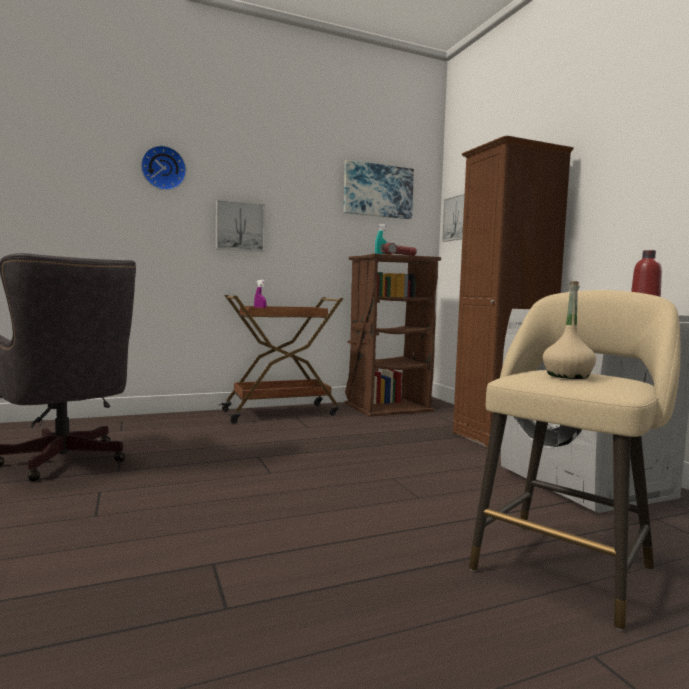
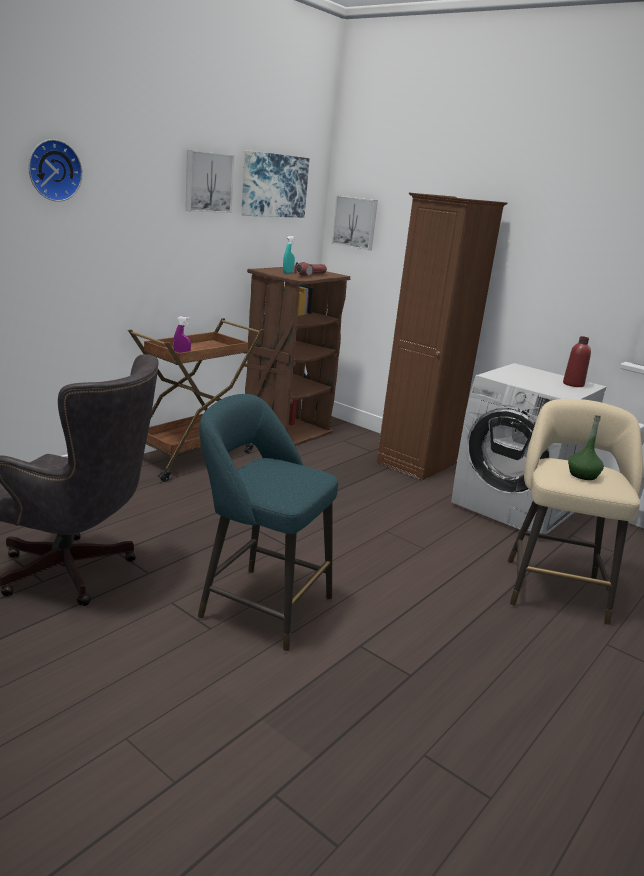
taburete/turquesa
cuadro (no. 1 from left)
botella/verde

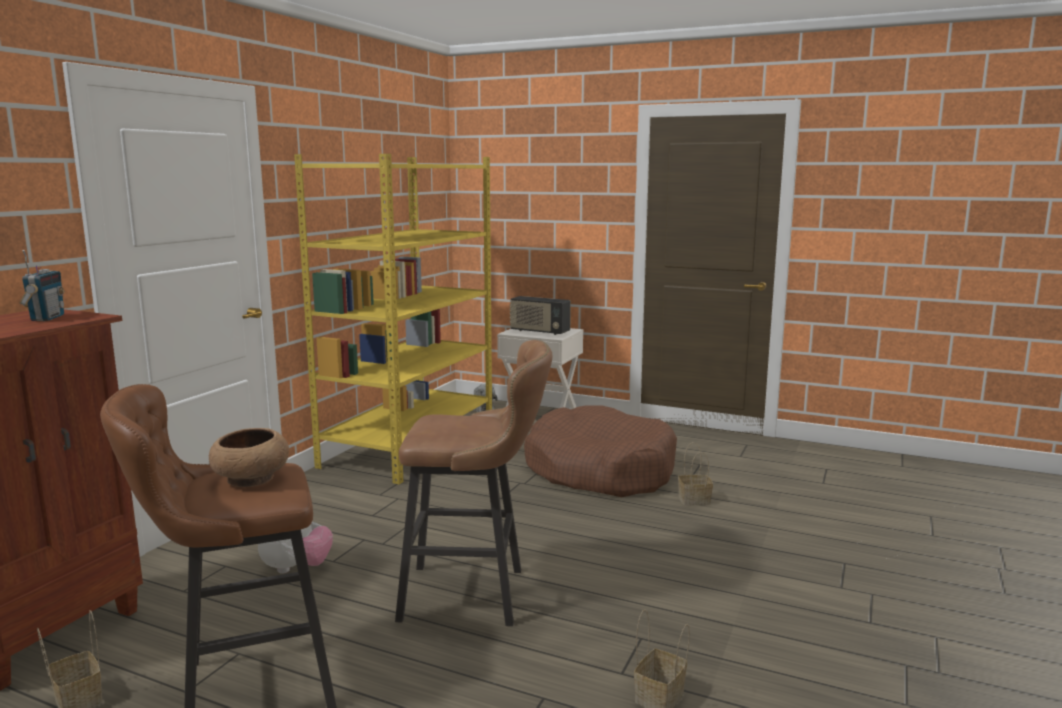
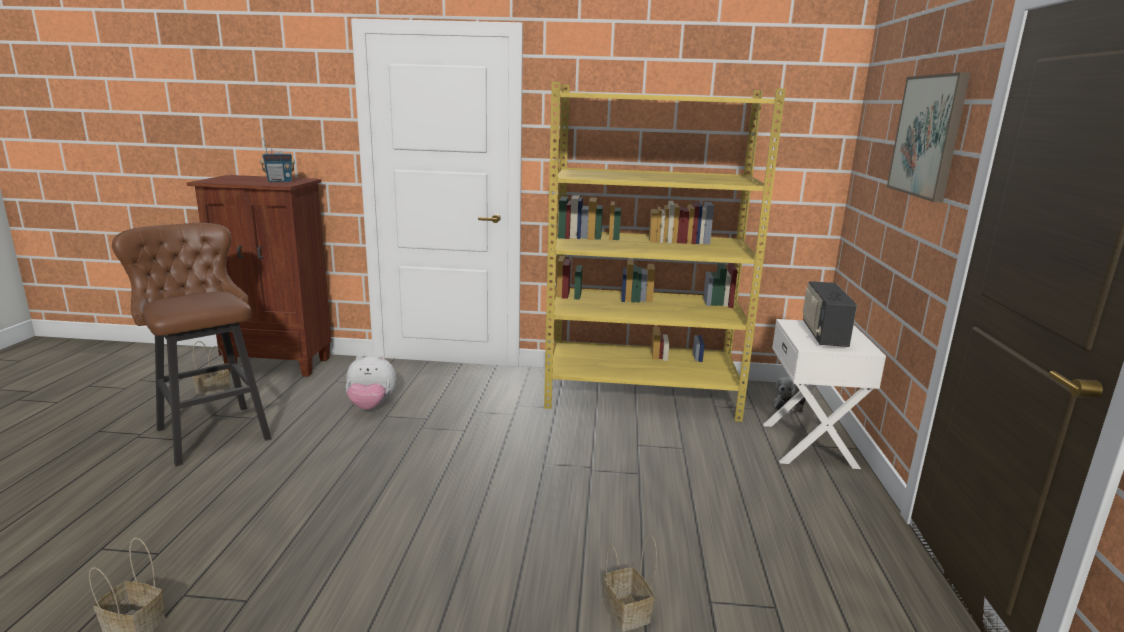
cuenco/marrón
taburete/marrón (no. 2 from left in the first image)
cama para perro/marrón
cuadro

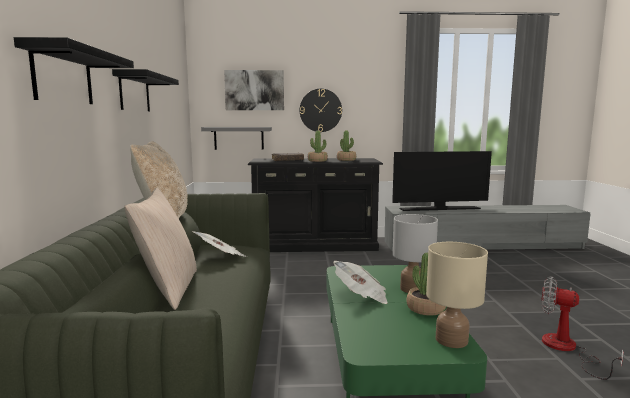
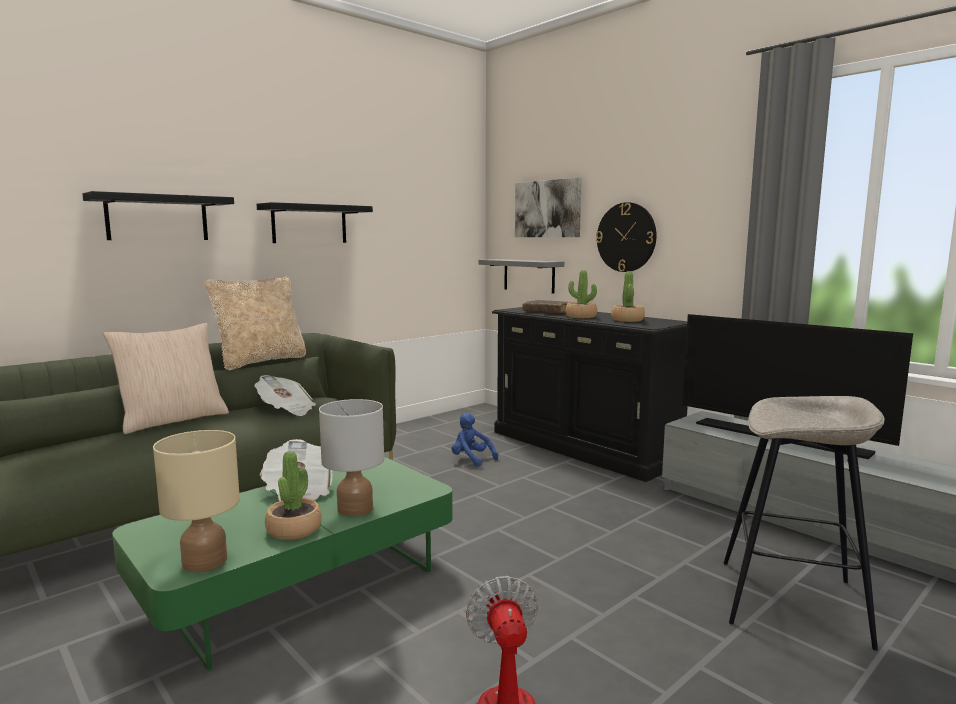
peluche/azul
taburete/gris

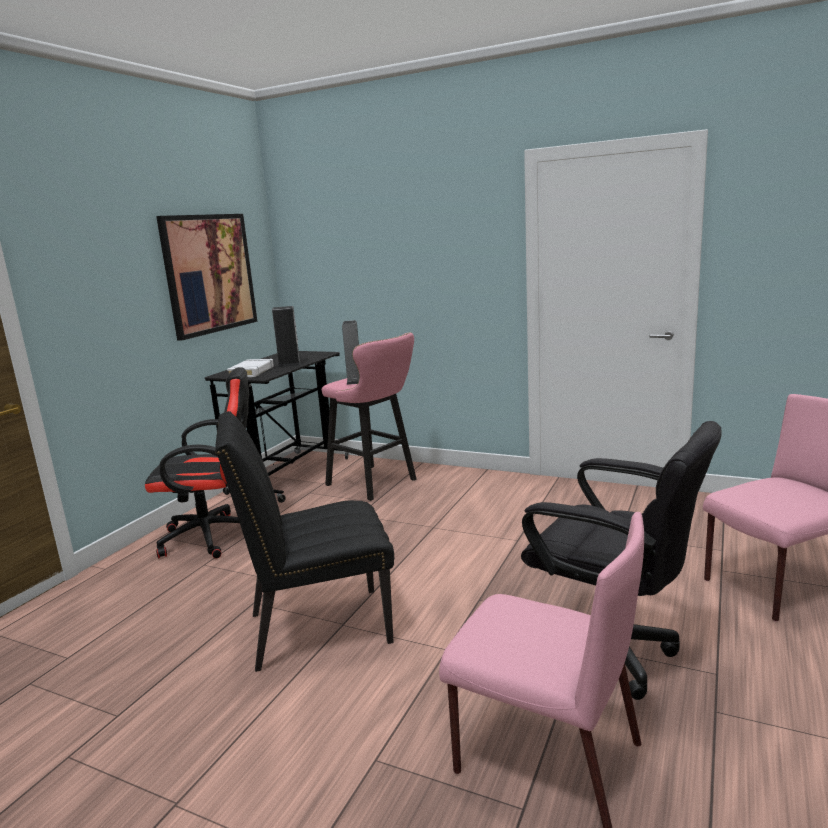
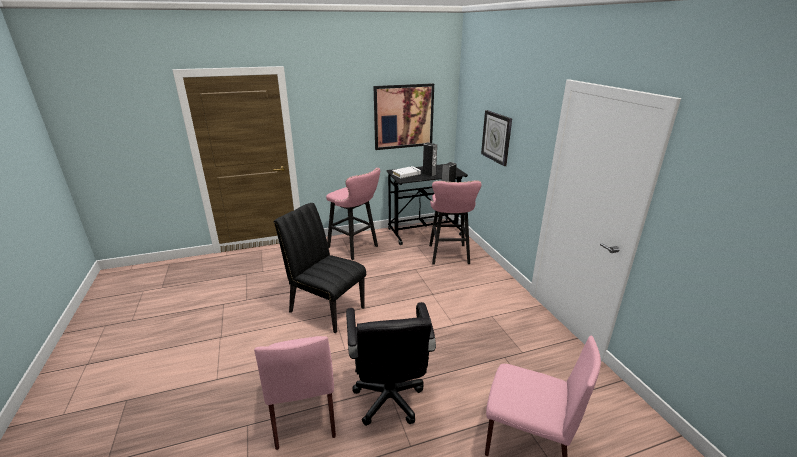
reloj de pared
taburete/rosa (no. 1 from left)

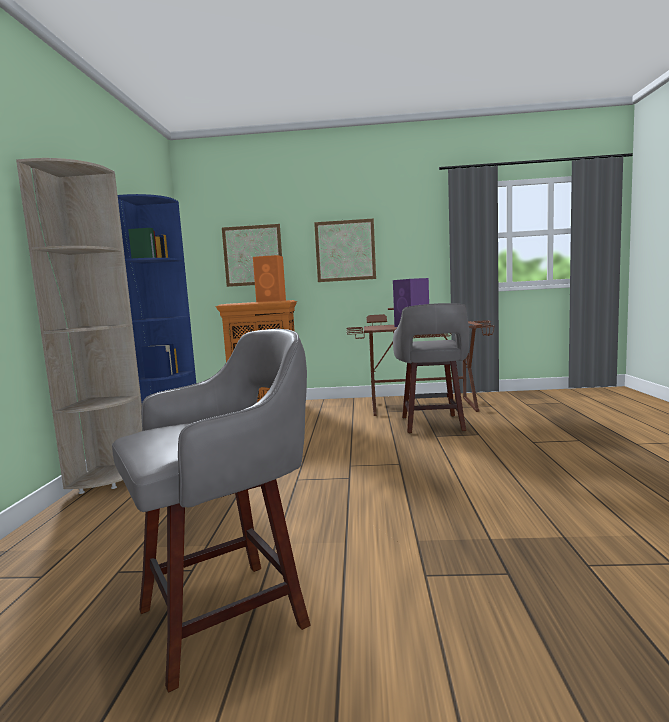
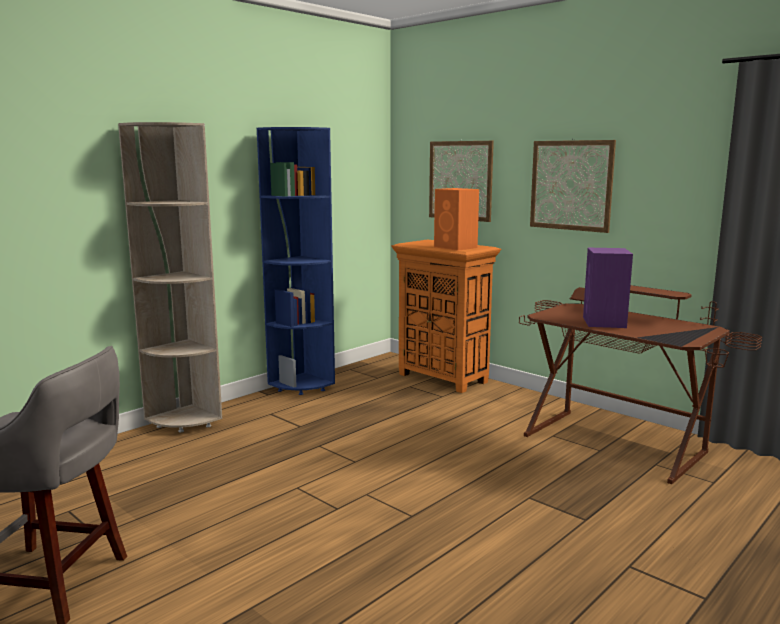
taburete/gris (no. 2 from left in the first image)

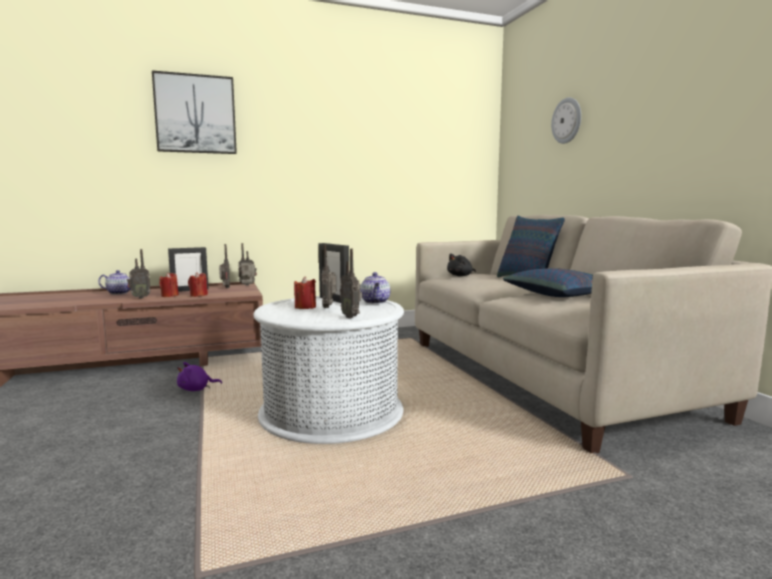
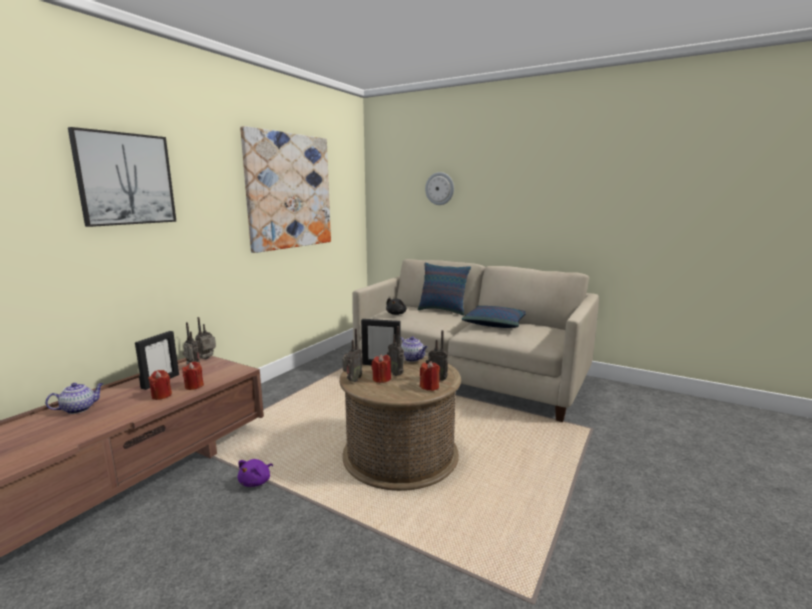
cuadro (no. 2 from left)
vela/rojo (no. 4 from left)
radio (no. 3 from left)
mesa de centro/marrón

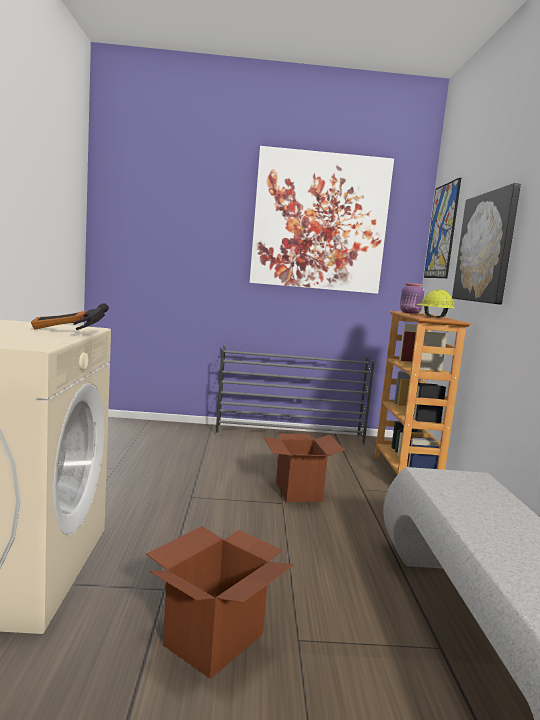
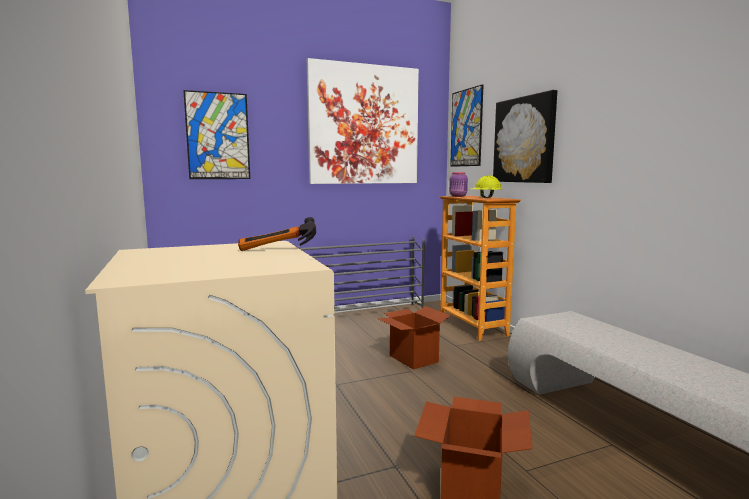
cuadro (no. 1 from left)

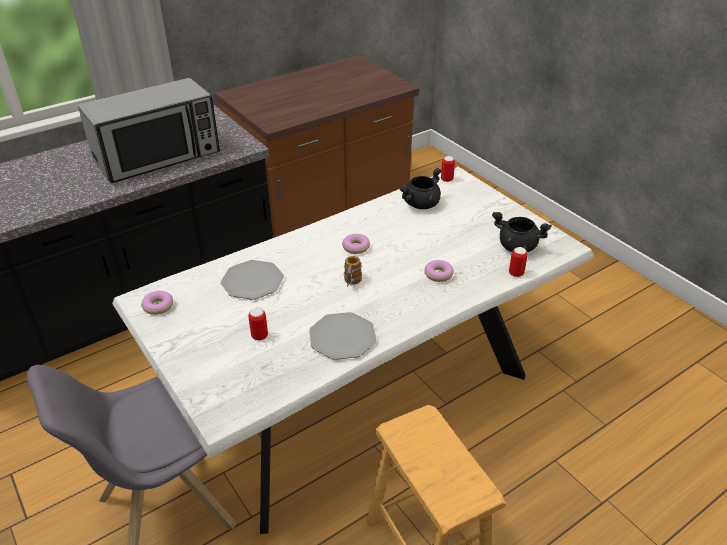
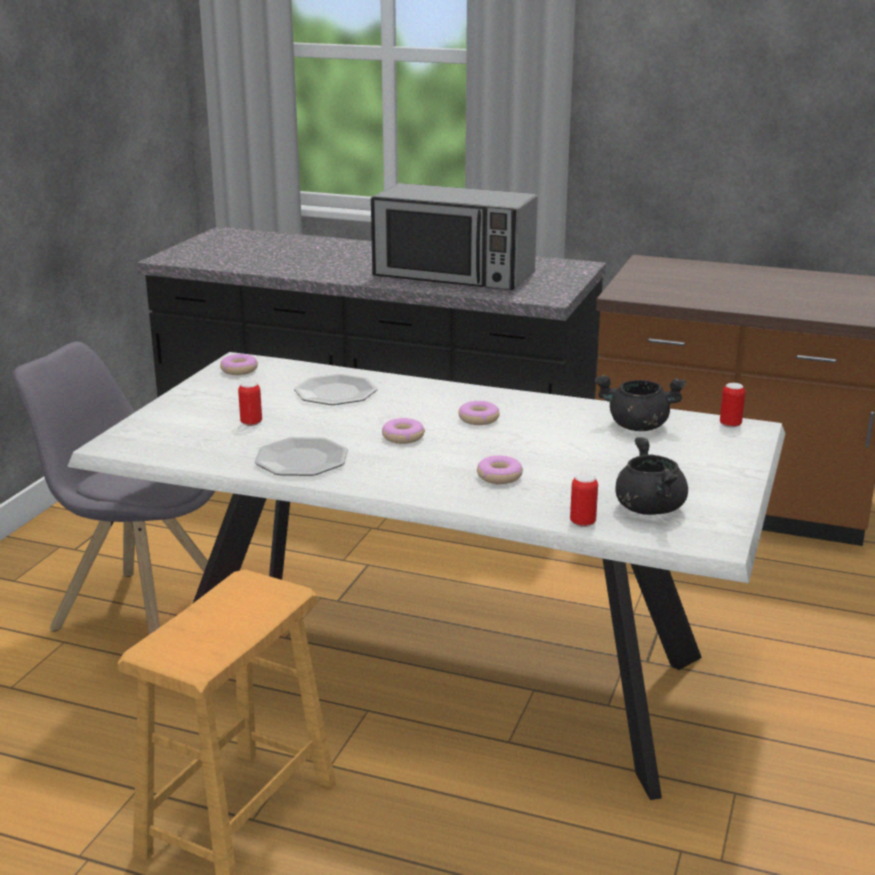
rosquilla (no. 2 from left)

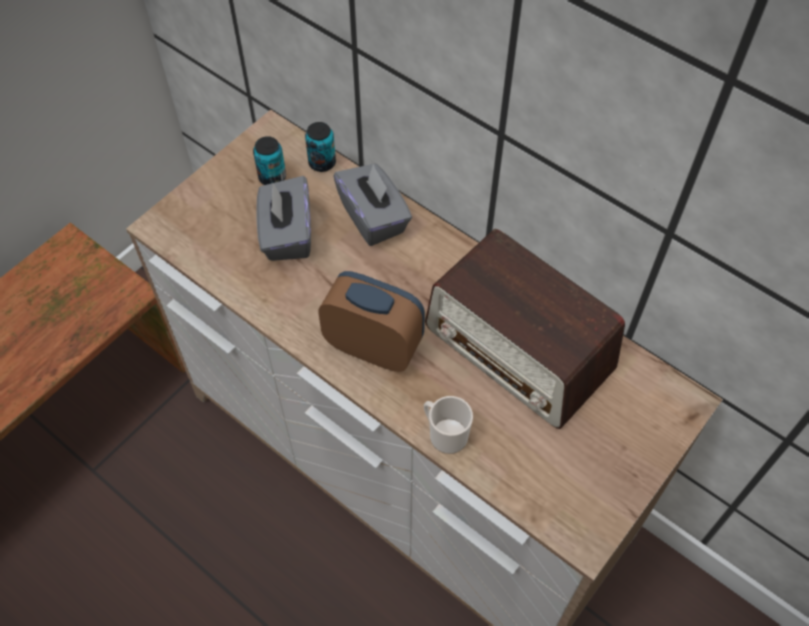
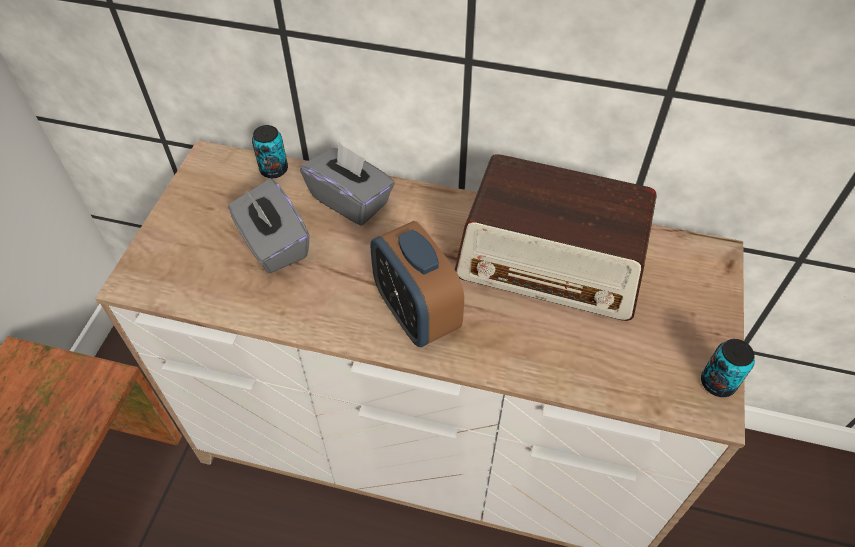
taza grande
lata (no. 2 from left)
despertador

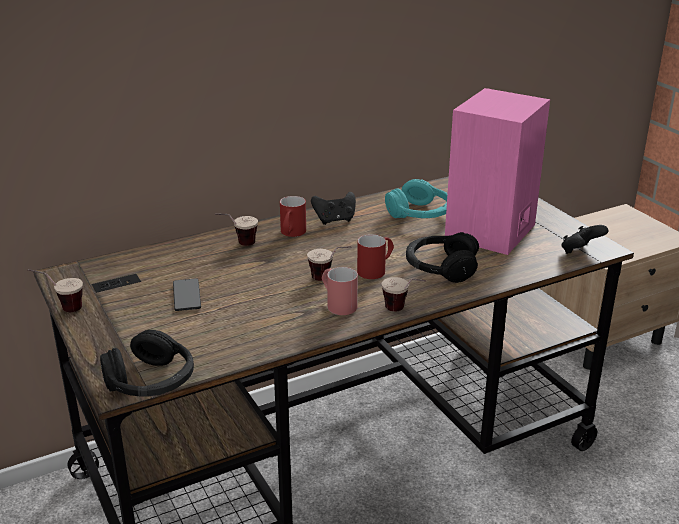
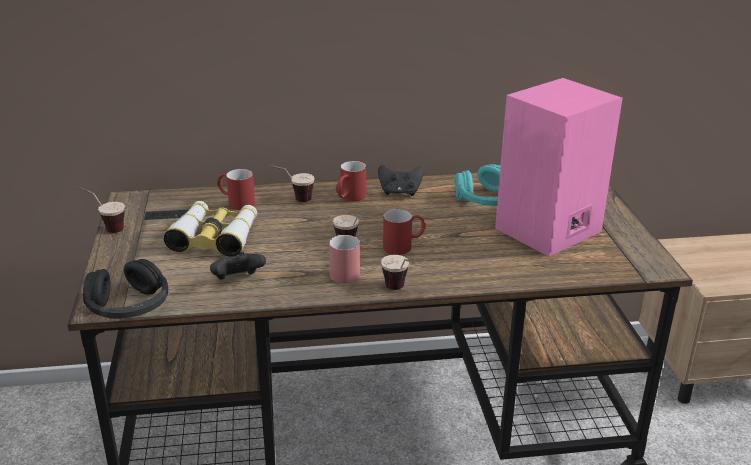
auriculares/negro (no. 2 from left in the first image)
taza grande/rojo (no. 1 from left)
mando de consola/negro (no. 1 from left)
prismáticos

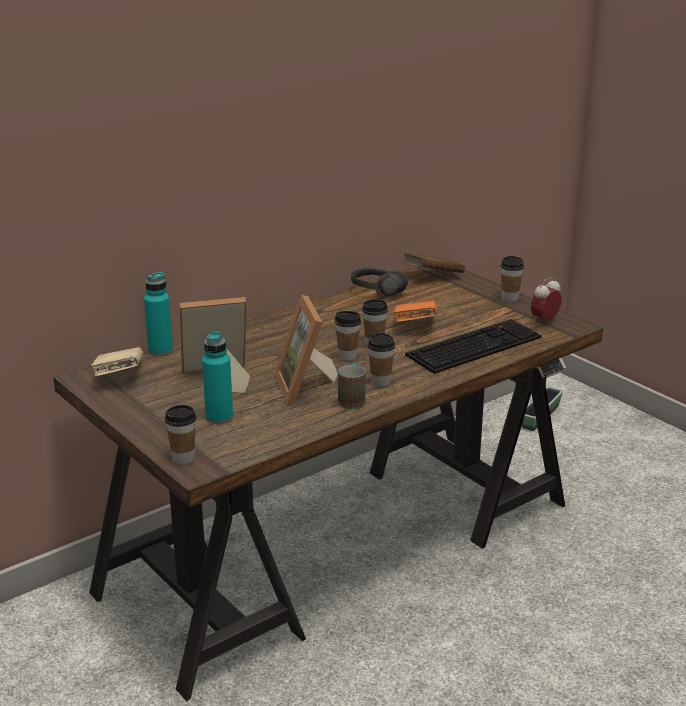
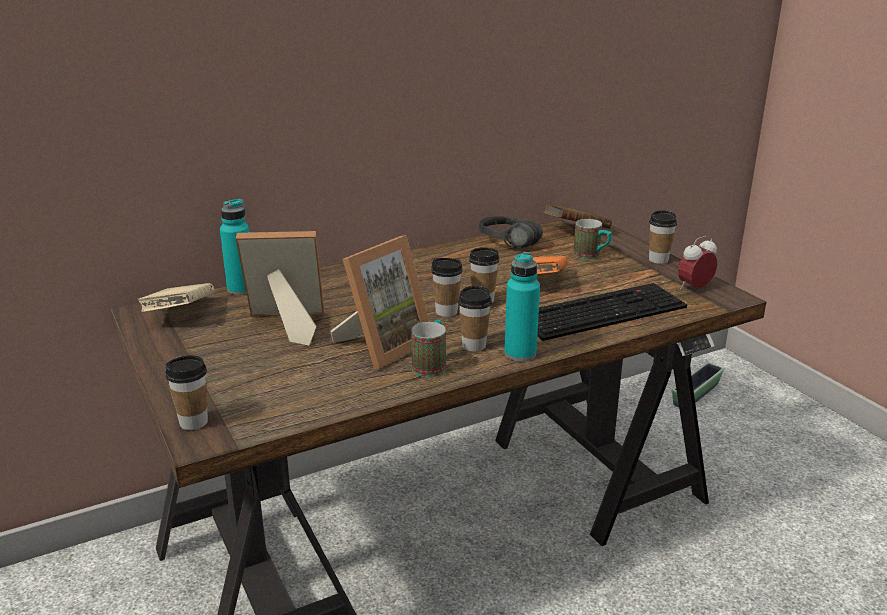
taza grande (no. 2 from left)
botella/turquesa (no. 2 from left)
portarretratos (no. 2 from left)

